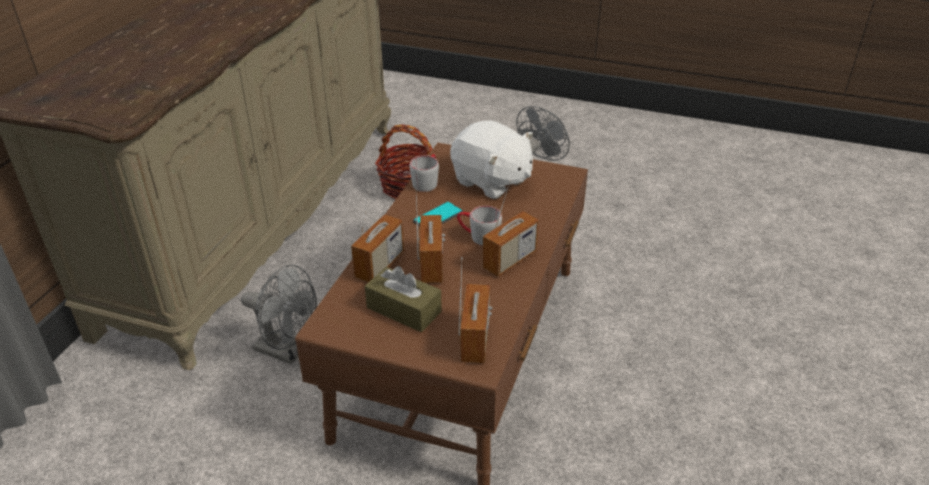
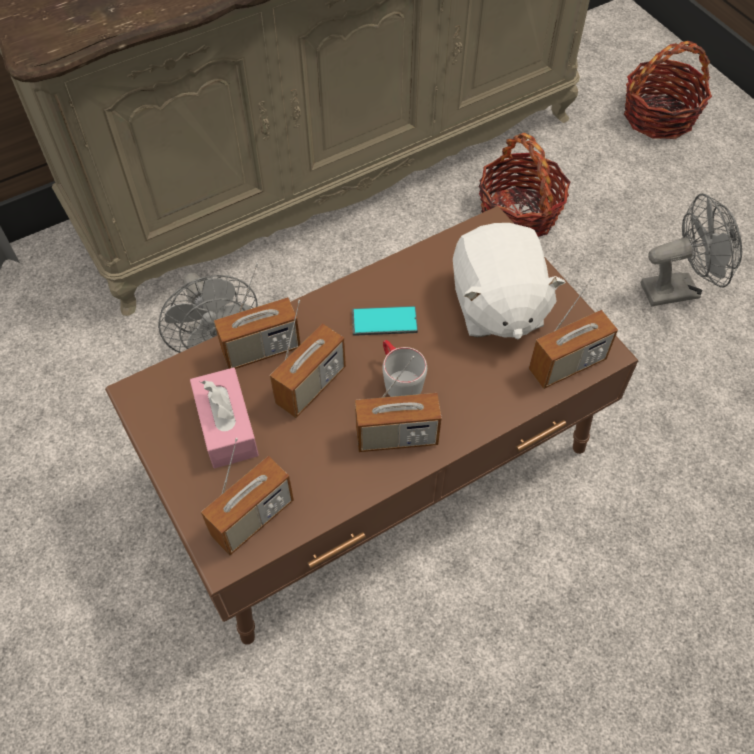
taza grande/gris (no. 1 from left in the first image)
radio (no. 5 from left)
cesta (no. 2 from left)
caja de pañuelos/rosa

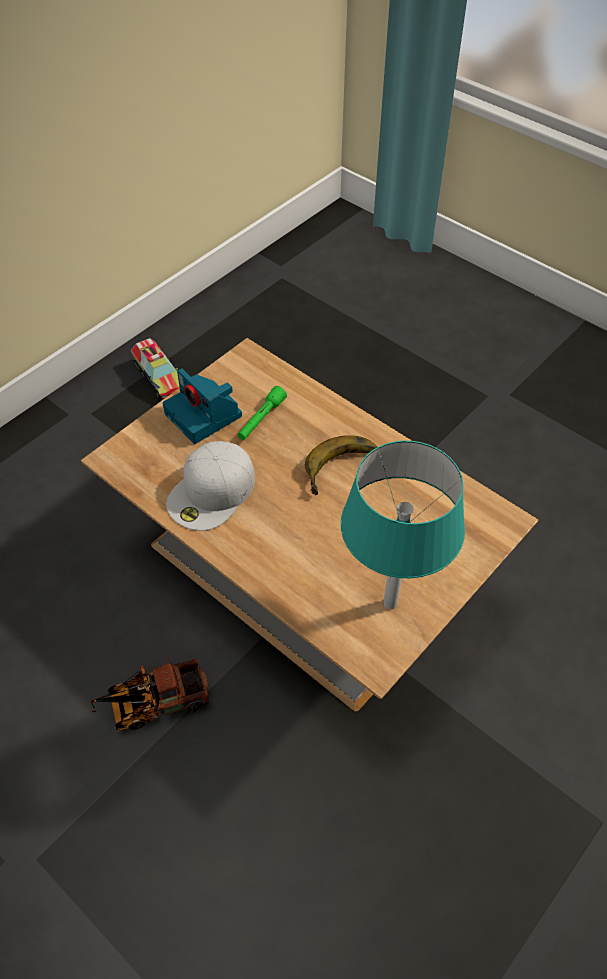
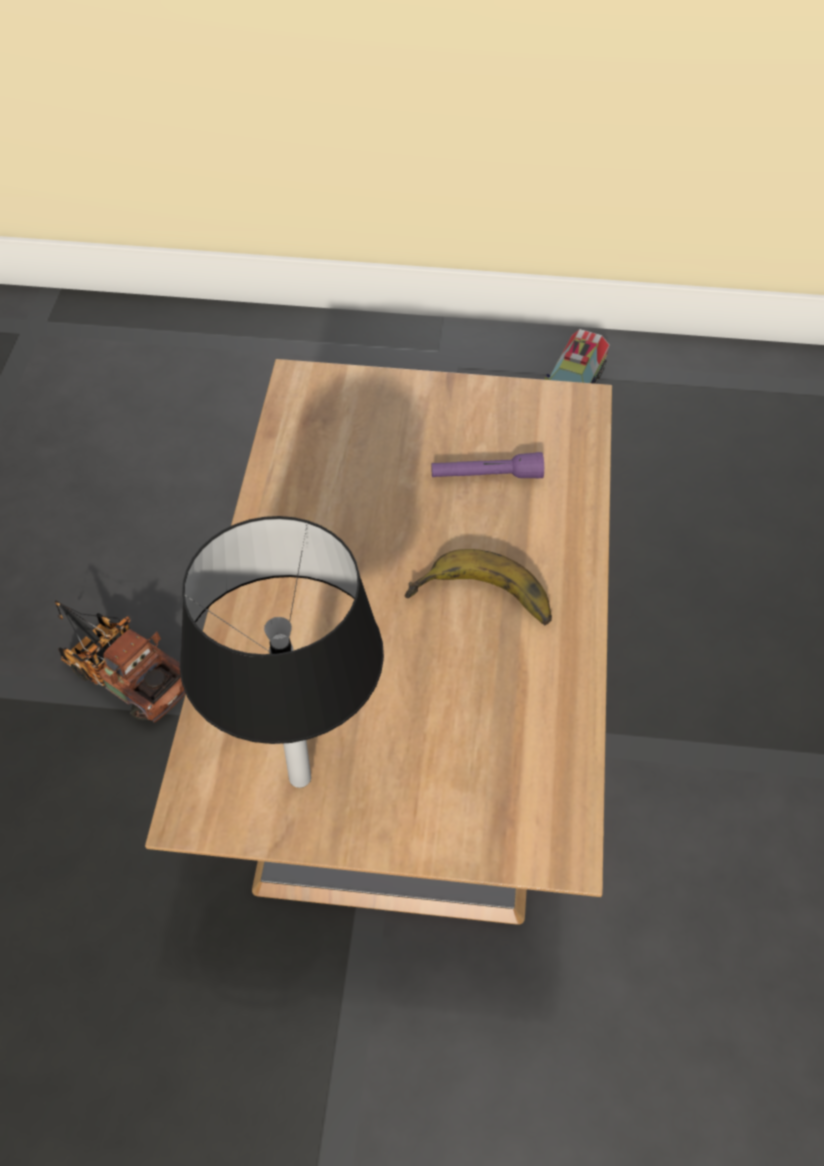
cámara
gorra/blanco
linterna/morado
lámpara de mesa/negro

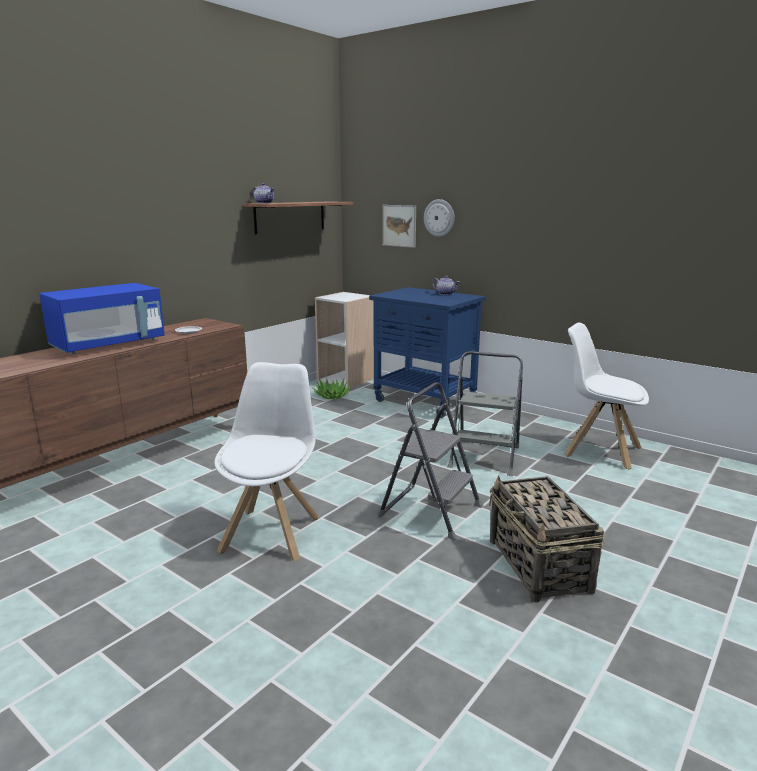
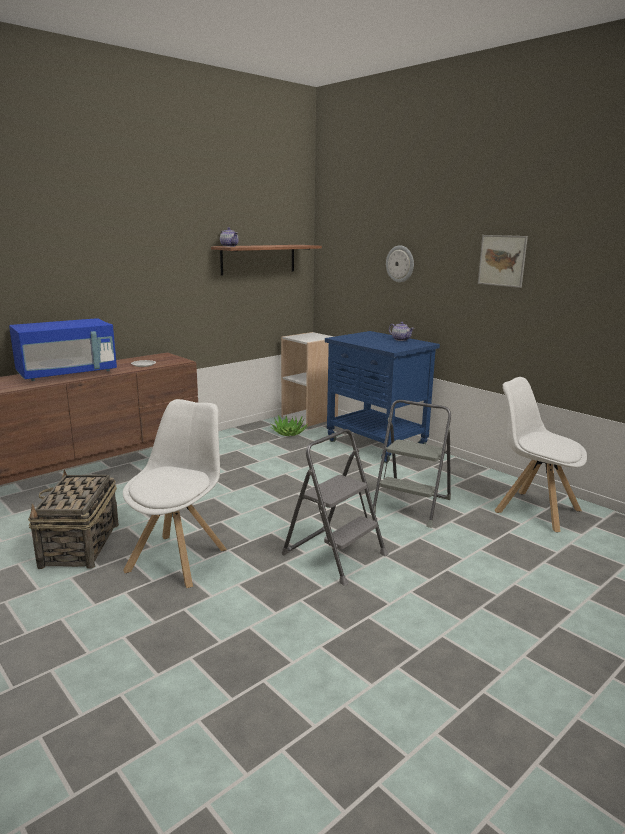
cuadro
cesta

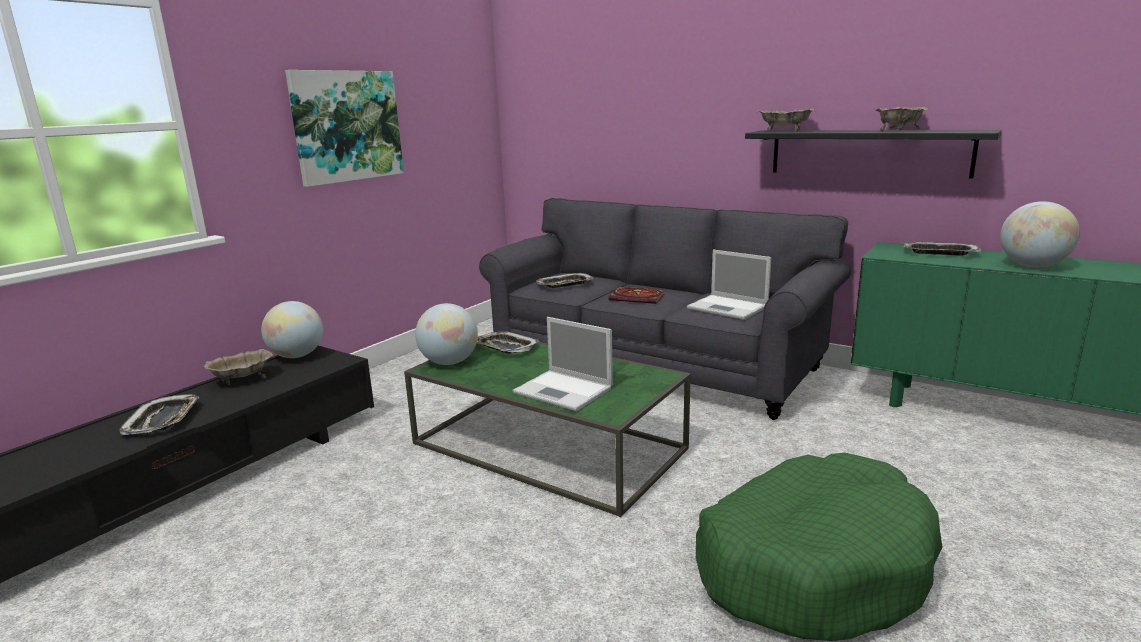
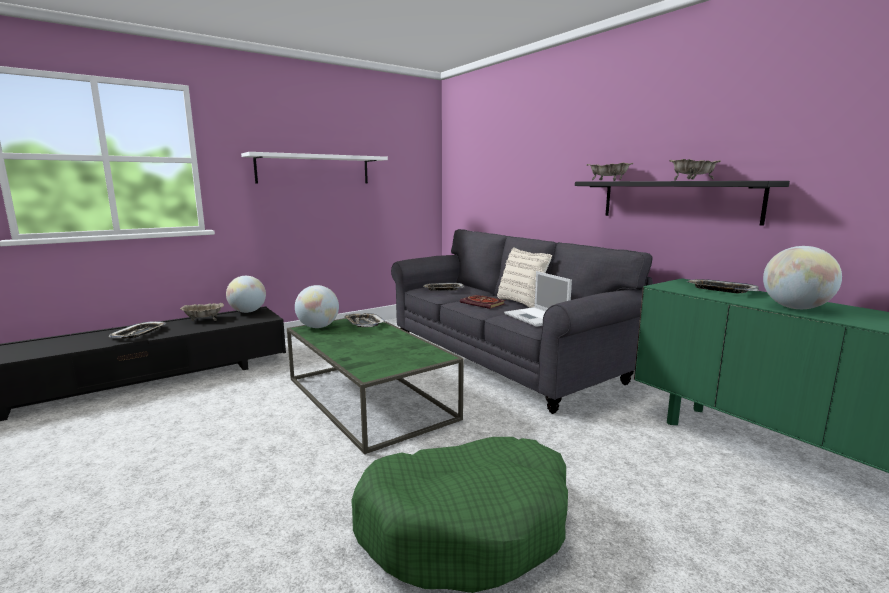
portátil (no. 1 from left in the first image)
cojín/beis
estante/blanco

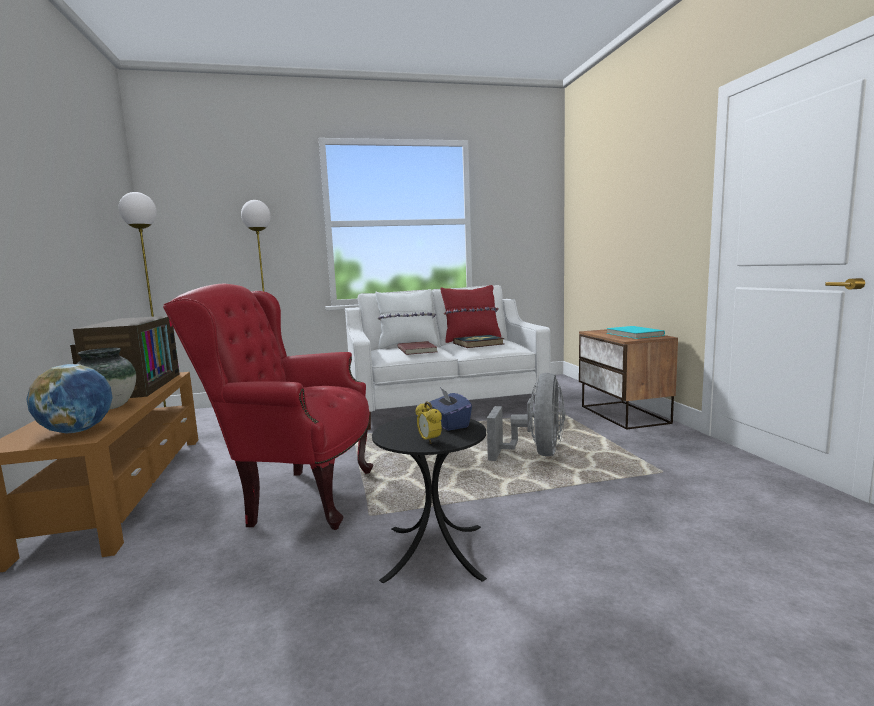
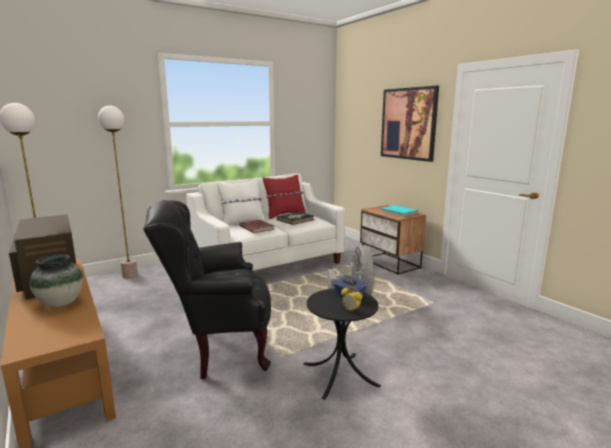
globo terráqueo
cuadro
sillón/negro

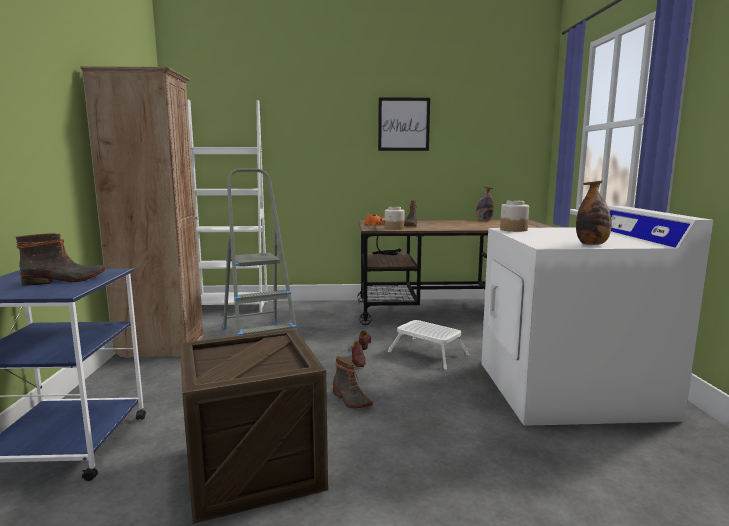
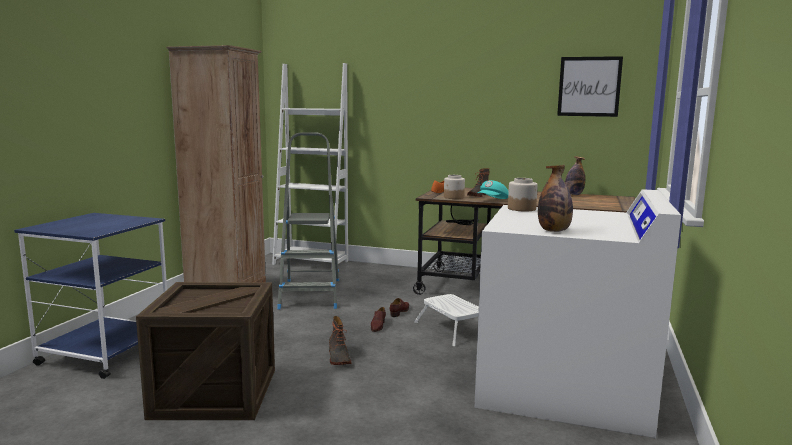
bota (no. 1 from left in the first image)
gorra/turquesa
cuadro

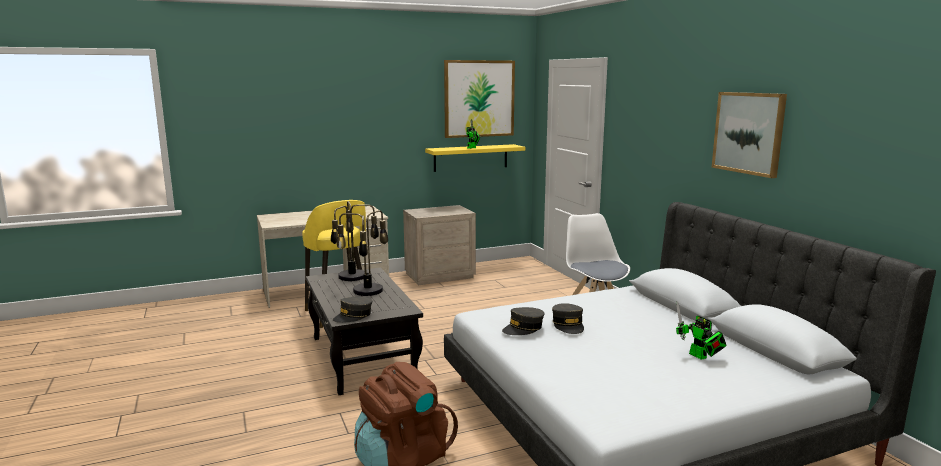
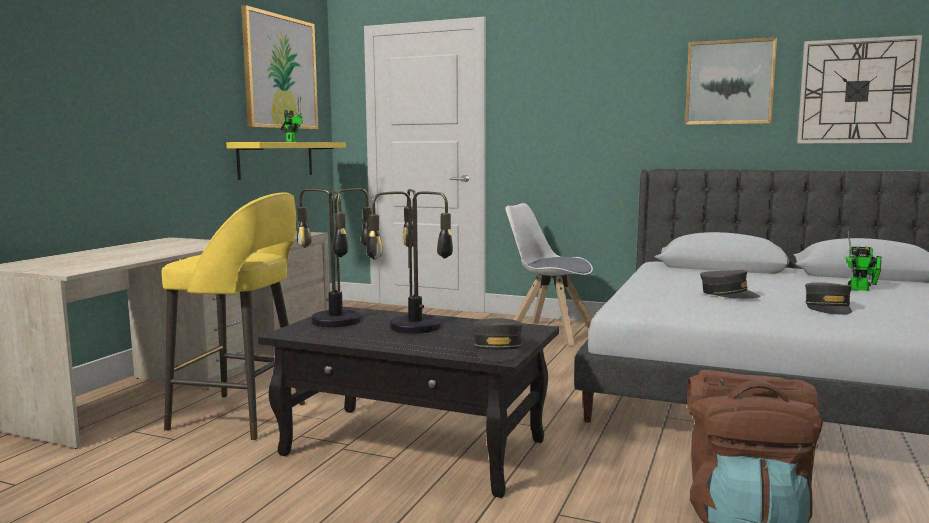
reloj de pared
gorra/gris (no. 3 from left)

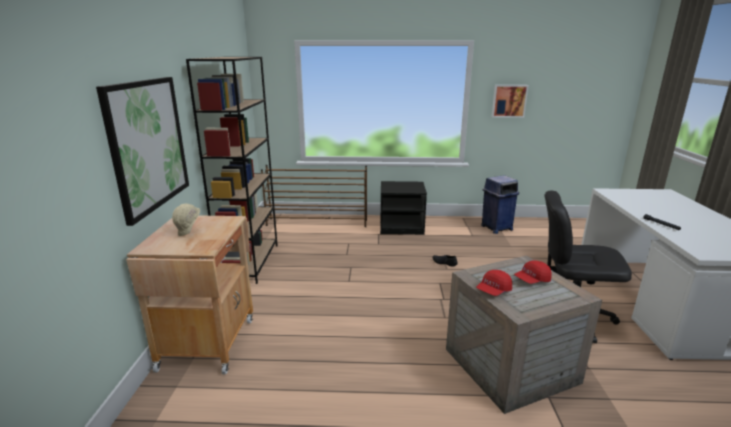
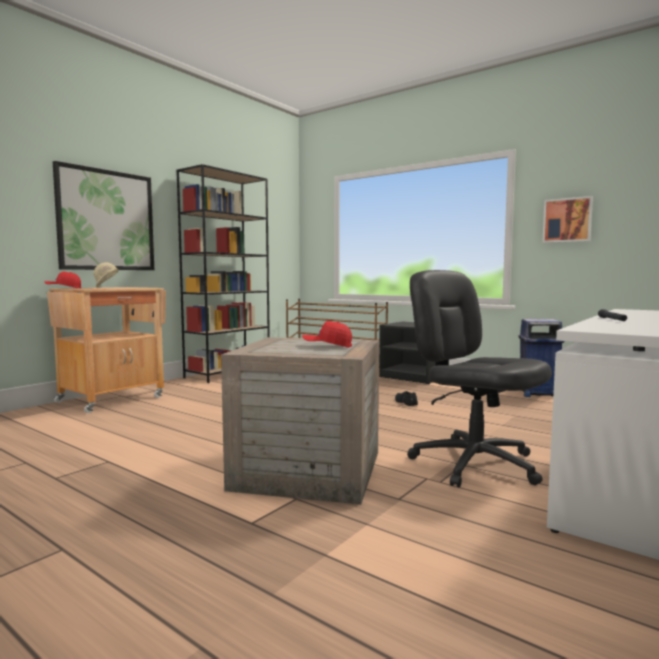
gorra/rojo (no. 1 from left)

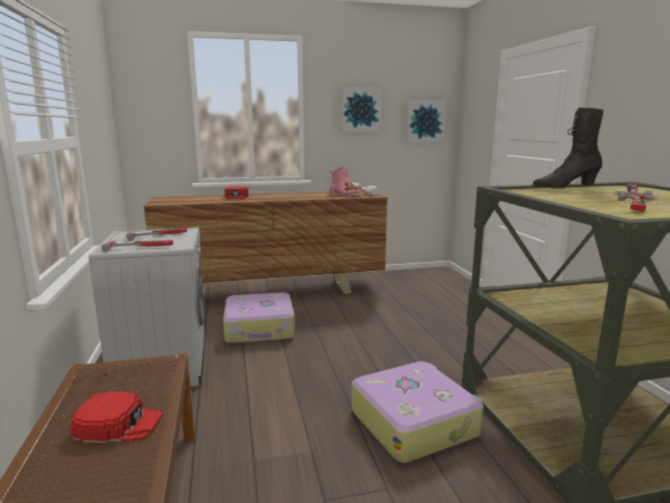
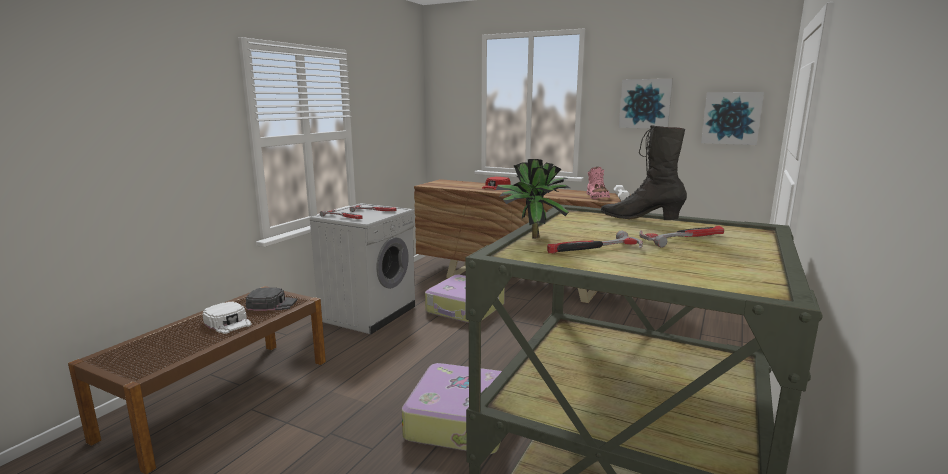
gorra/negro
planta en maceta
gorra/blanco

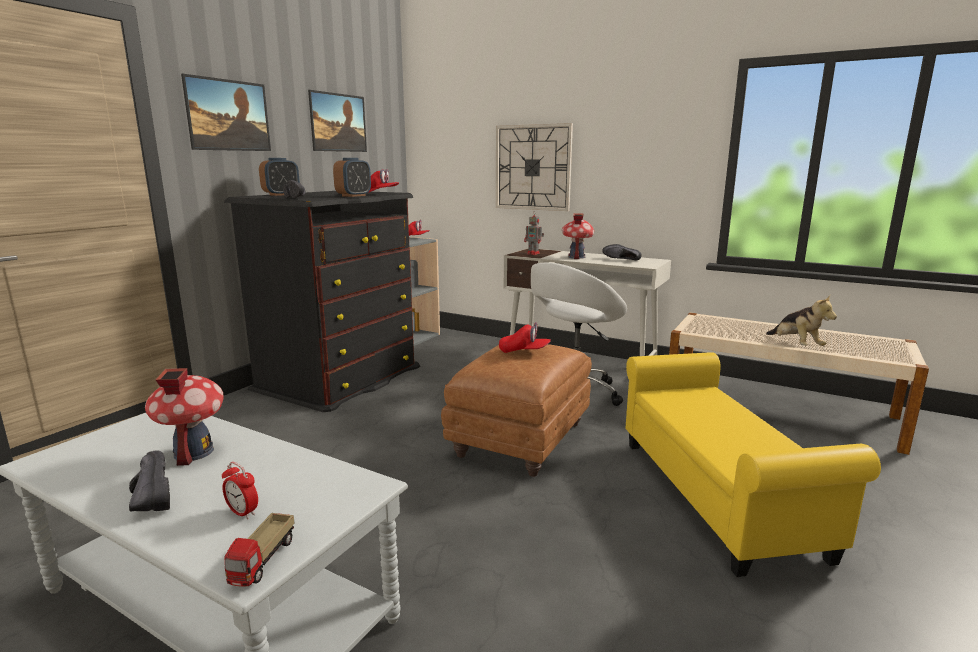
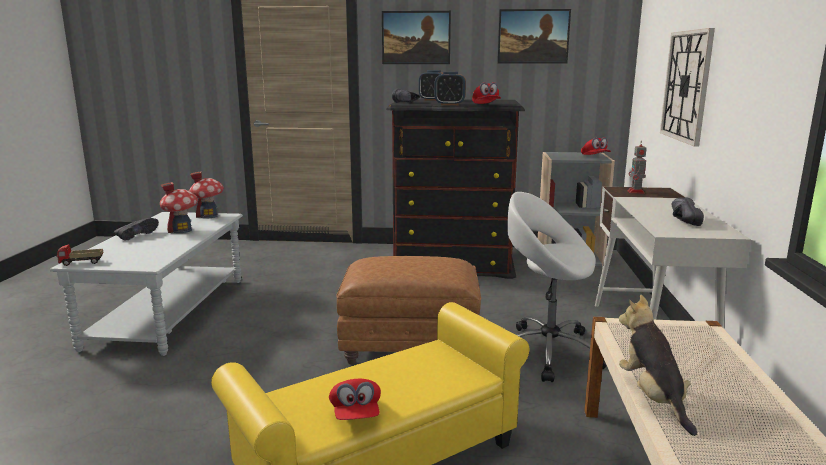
despertador (no. 1 from left in the first image)
gorra/rojo (no. 1 from left)
casita (no. 2 from left)
peluche

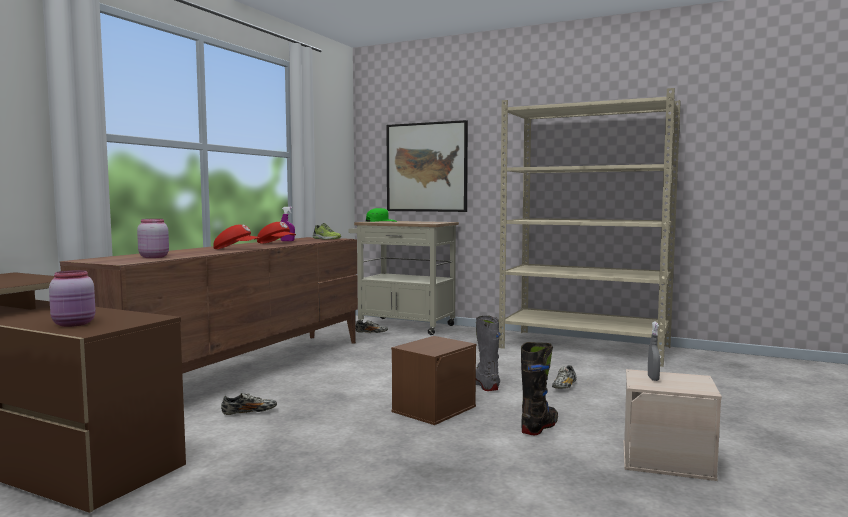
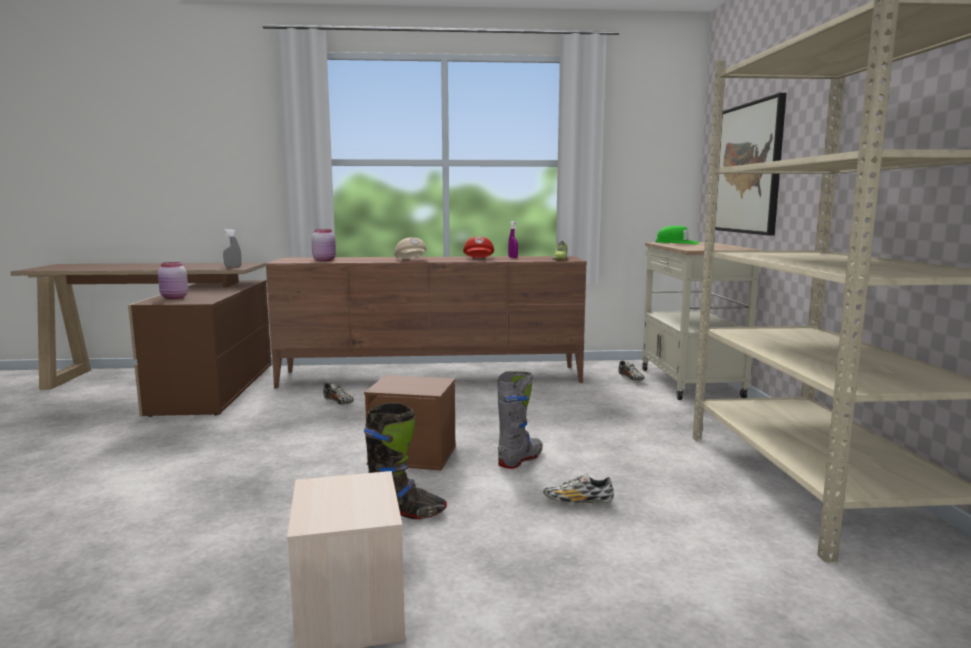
pulverizador/gris
gorra/beis

